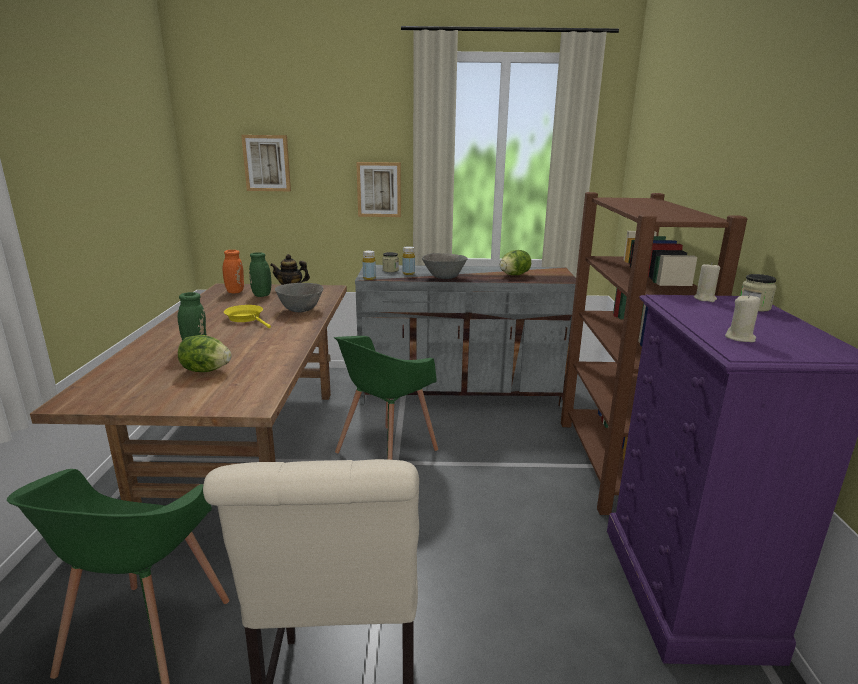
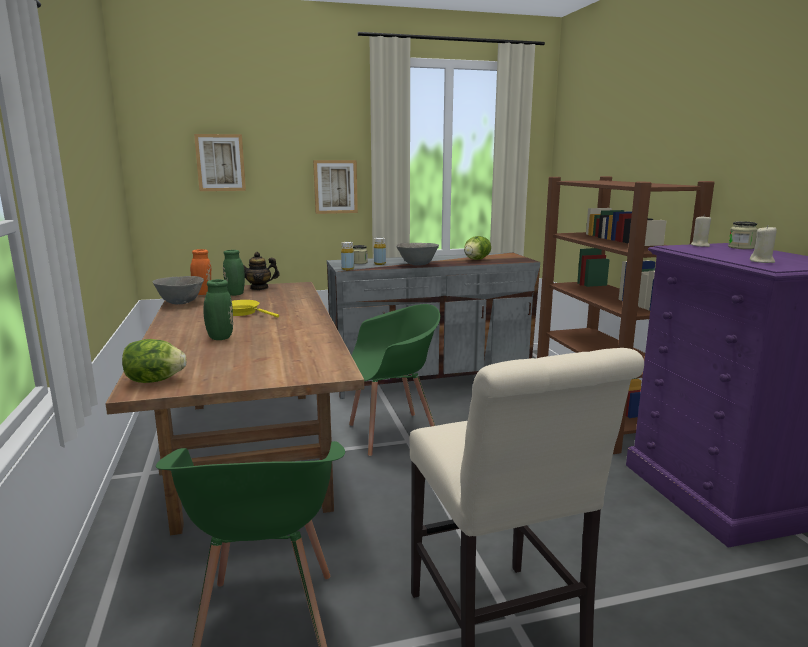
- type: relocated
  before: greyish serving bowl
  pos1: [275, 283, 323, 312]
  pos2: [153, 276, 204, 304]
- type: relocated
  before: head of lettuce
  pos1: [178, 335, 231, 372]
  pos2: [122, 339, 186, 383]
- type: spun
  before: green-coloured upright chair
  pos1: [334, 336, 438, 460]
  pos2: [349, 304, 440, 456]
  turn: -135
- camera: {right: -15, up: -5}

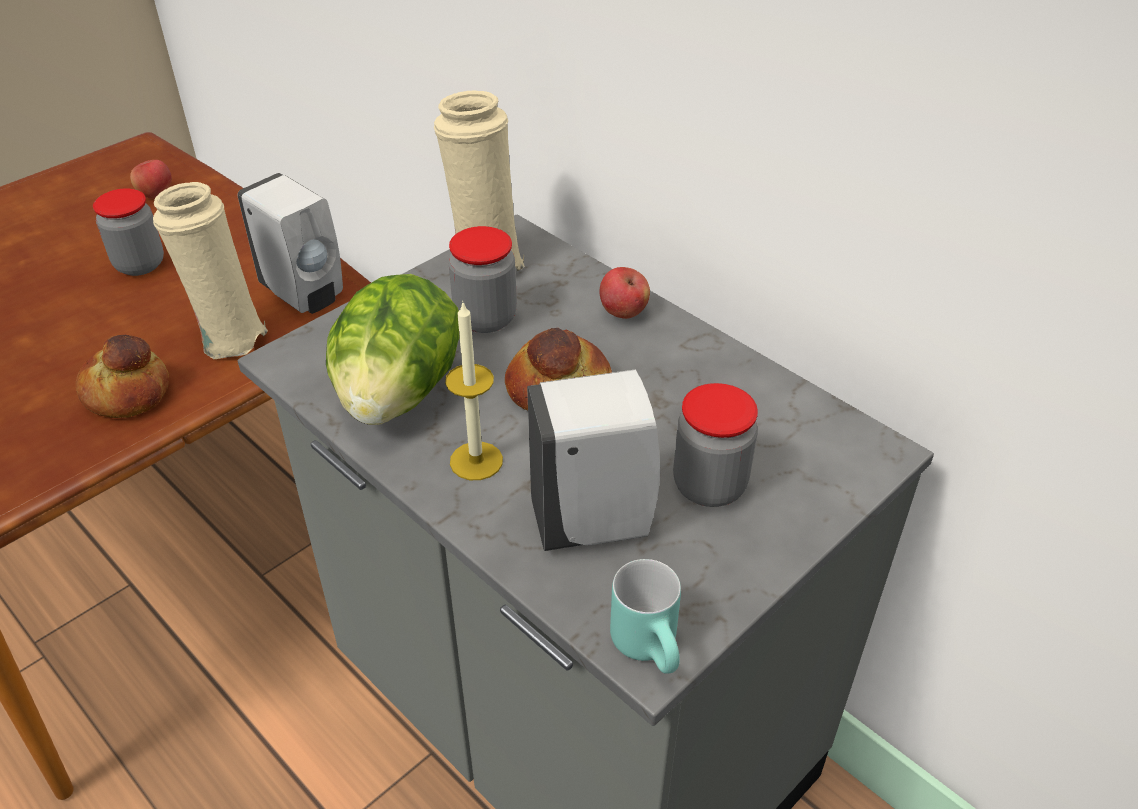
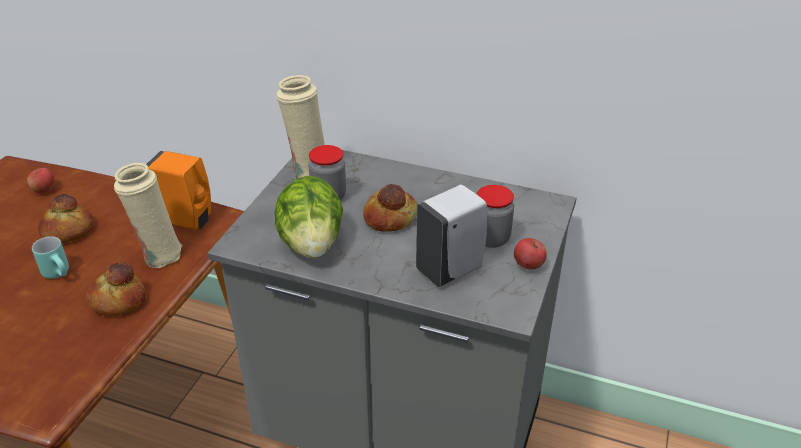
- type: colour
  before: whitish liquid soap bottle
  after: orange-coloured liquid soap bottle
  pos1: [238, 173, 343, 314]
  pos2: [146, 151, 211, 230]
- type: exchanged
  before: preserve jar
  after: bakery bread
  pos1: [93, 189, 164, 276]
  pos2: [38, 194, 94, 243]
- type: relocated
  before: whole apple
  pos1: [600, 267, 650, 319]
  pos2: [514, 238, 547, 270]
- type: missing
  before: candle
  pos1: [445, 301, 503, 480]
- type: relocated
  before: turquoise-coloured tea mug
  pos1: [610, 559, 681, 674]
  pos2: [32, 236, 69, 279]
- camera: {right: -25, up: -5}

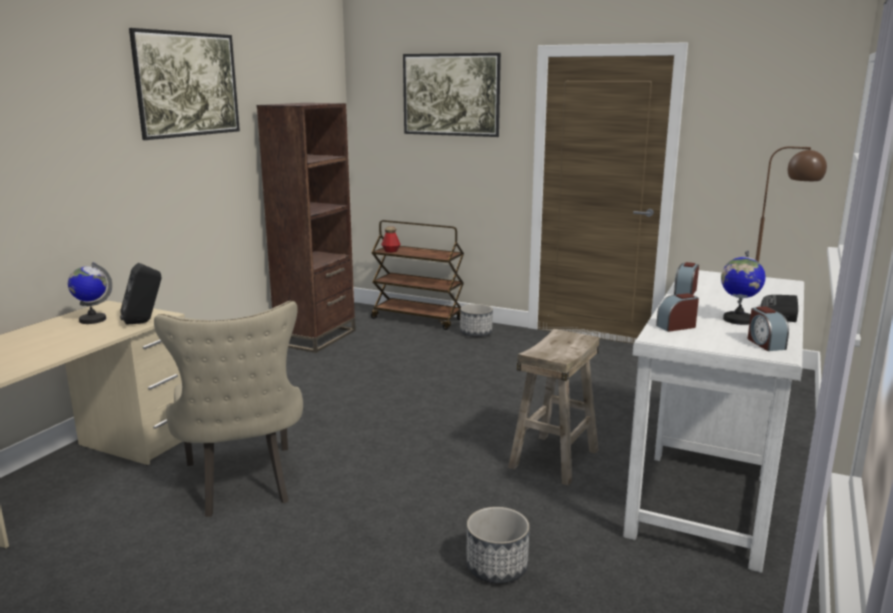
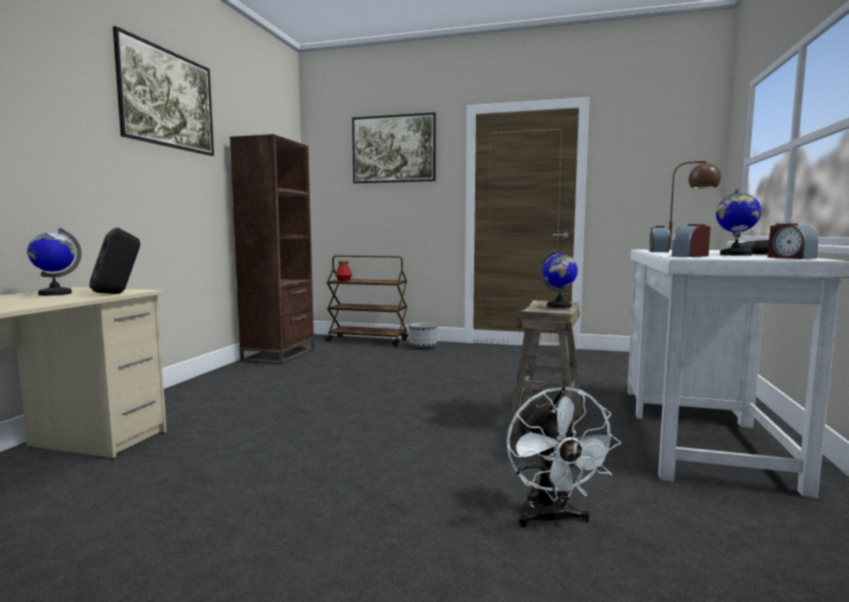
- type: missing
  before: beige-coloured upright chair
  pos1: [154, 301, 303, 517]
- type: exchanged
  before: plant pot
  after: whitish cooling fan
  pos1: [466, 507, 529, 583]
  pos2: [507, 386, 621, 527]
- type: appeared
  after: desk globe
  pos2: [540, 249, 578, 308]
- camera: {right: -10, up: -10}

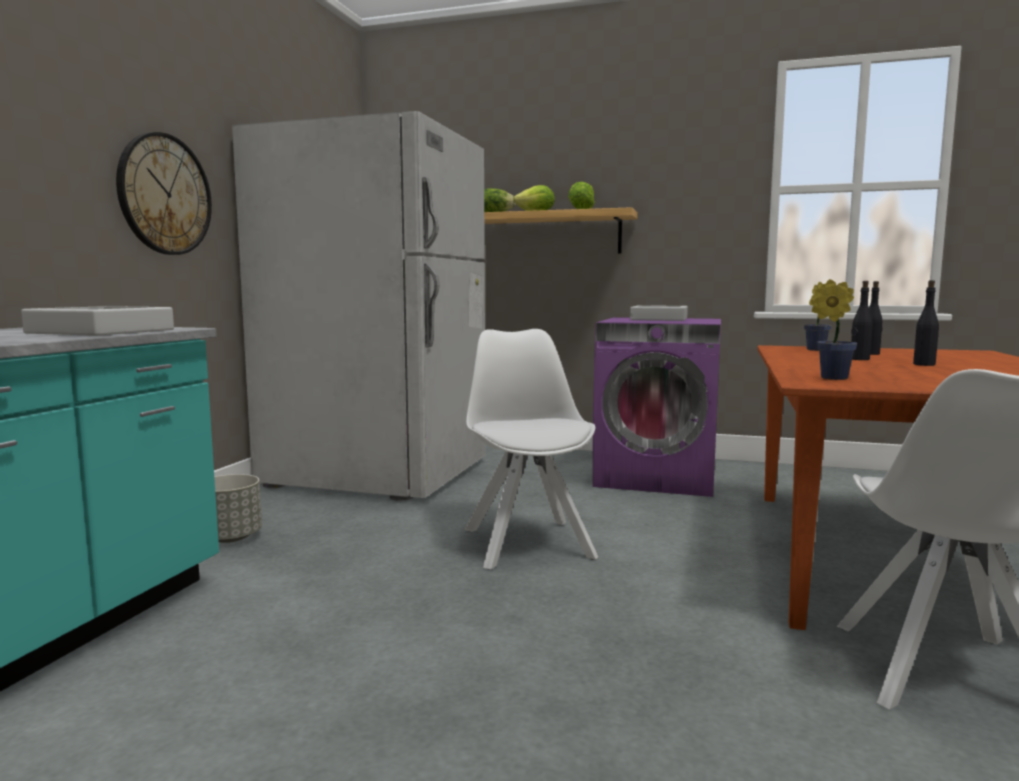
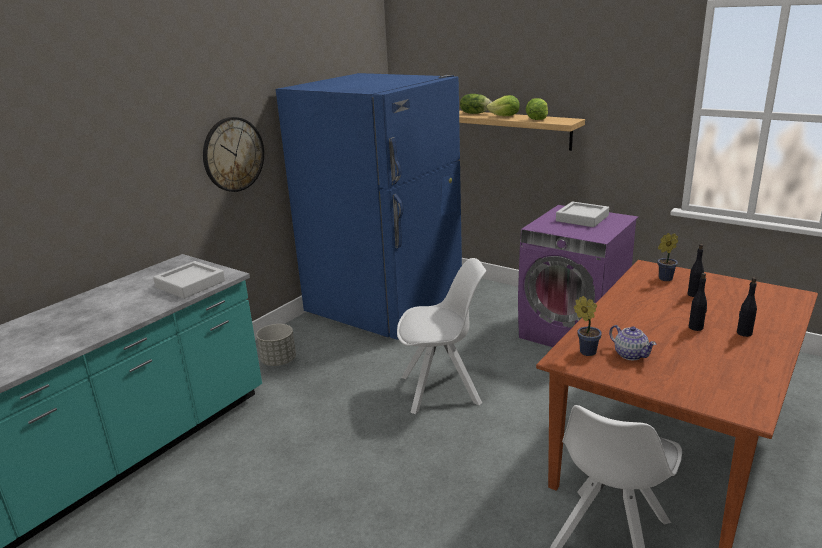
- type: colour
  before: whitish kitchen fridge
  after: blue-coloured kitchen fridge
  pos1: [232, 111, 486, 501]
  pos2: [276, 73, 462, 340]
- type: relocated
  before: blackish drink bottle
  pos1: [851, 281, 873, 360]
  pos2: [737, 277, 757, 337]
- type: spun
  before: whitish upright chair
  pos1: [465, 329, 598, 570]
  pos2: [397, 258, 486, 414]
  turn: 75
- type: appeared
  after: teapot
  pos2: [609, 325, 657, 360]
- camera: {right: 20, up: 15}

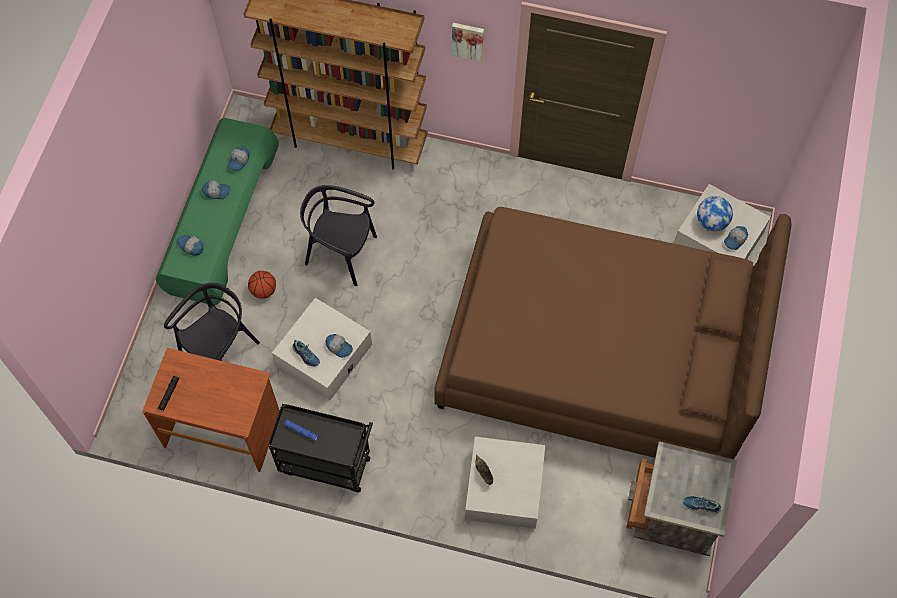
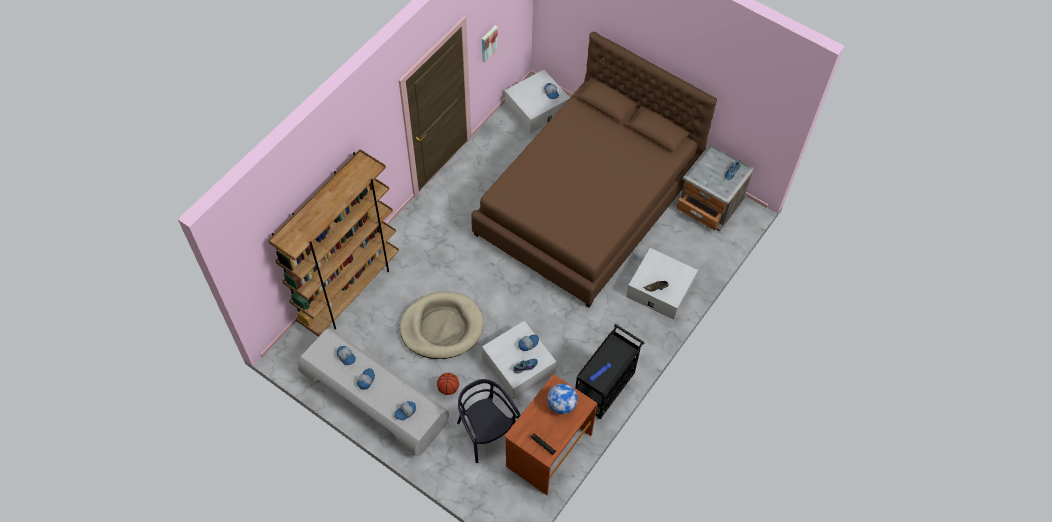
- type: relocated
  before: wall picture
  pos1: [452, 23, 484, 62]
  pos2: [482, 26, 498, 62]
- type: colour
  before: green-coloured indoor bench
  after: greyish indoor bench
  pos1: [156, 118, 279, 305]
  pos2: [298, 329, 449, 456]
- type: exchanged
  before: blackish upright chair
  after: beige-coloured pet bed
  pos1: [300, 185, 377, 286]
  pos2: [400, 292, 484, 359]
- type: relocated
  before: desk globe
  pos1: [697, 196, 733, 231]
  pos2: [547, 384, 578, 414]
- camera: {right: -70, up: -5}

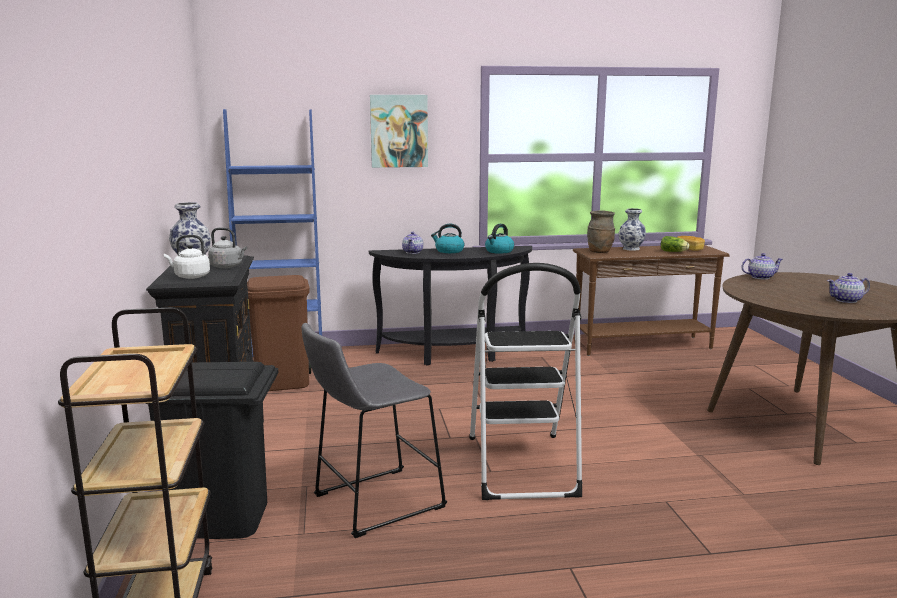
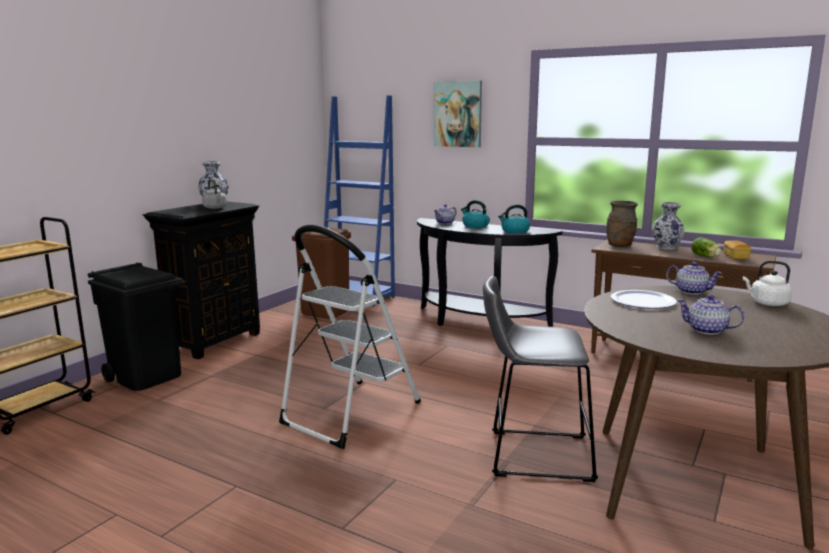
- type: relocated
  before: whitish kettle
  pos1: [164, 235, 210, 279]
  pos2: [743, 261, 792, 306]
- type: relocated
  before: greyish stool
  pos1: [301, 323, 447, 538]
  pos2: [483, 276, 598, 482]
- type: appeared
  after: plate
  pos2: [611, 290, 677, 309]
- camera: {right: 40, up: 0}

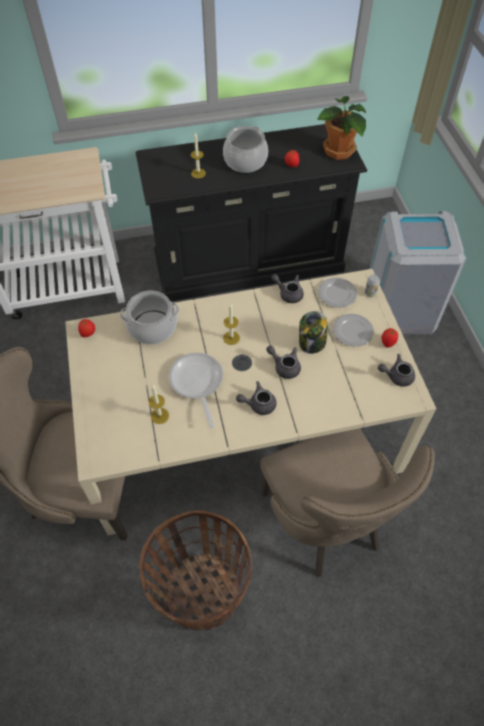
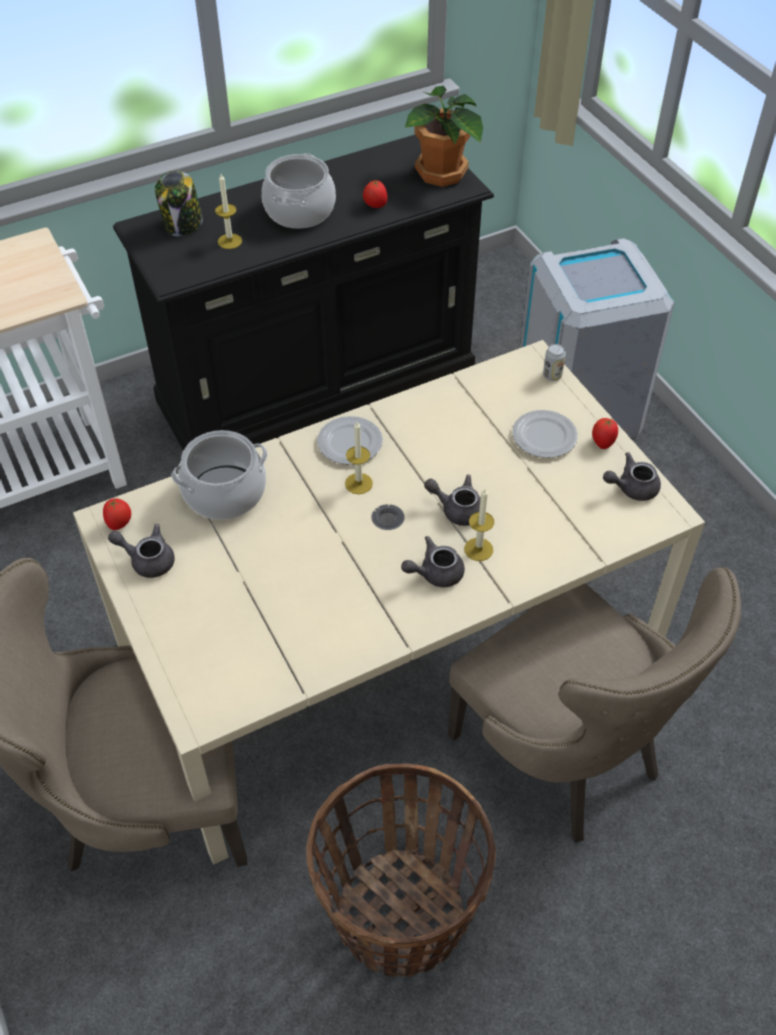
- type: relocated
  before: greyish teapot
  pos1: [271, 274, 304, 303]
  pos2: [108, 524, 175, 578]
- type: relocated
  before: plate
  pos1: [318, 278, 357, 308]
  pos2: [317, 416, 383, 465]
- type: relocated
  before: preserve jar
  pos1: [299, 311, 327, 354]
  pos2: [155, 170, 203, 236]
- type: missing
  before: pan
  pos1: [169, 353, 223, 428]
- type: relocated
  before: candle
  pos1: [149, 385, 169, 424]
  pos2: [464, 489, 494, 561]
- camera: {right: -15, up: -5}

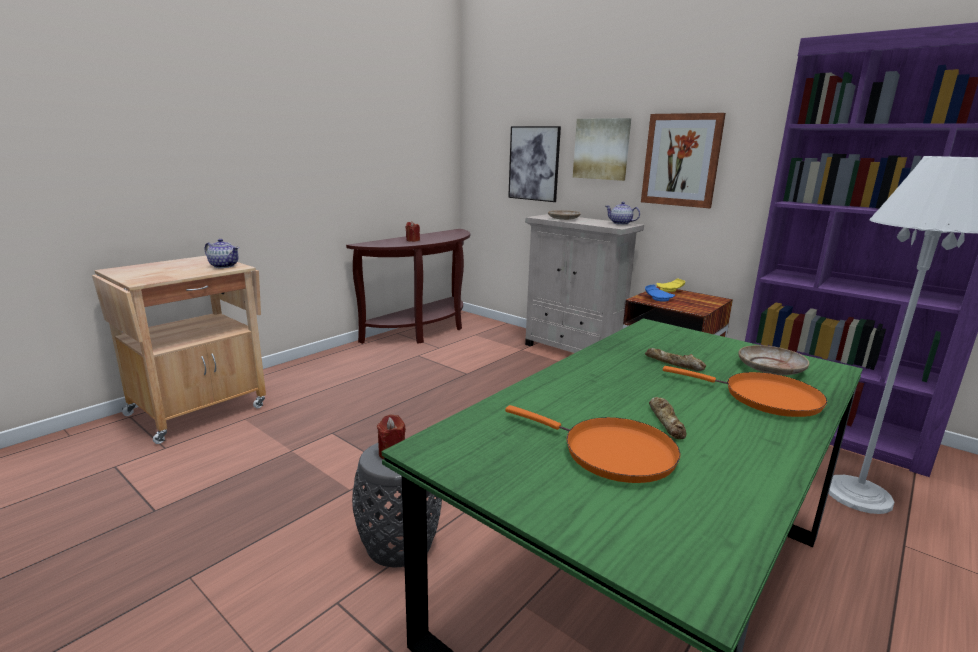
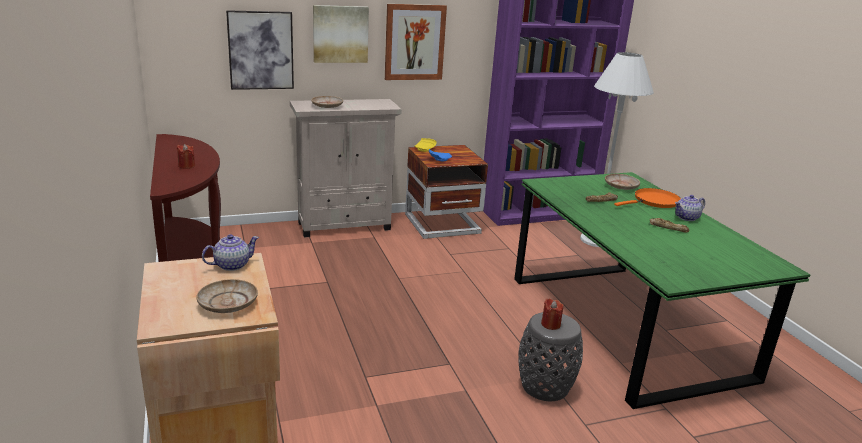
- type: relocated
  before: teapot
  pos1: [606, 202, 640, 225]
  pos2: [675, 195, 705, 221]
- type: missing
  before: orange-coloured pan
  pos1: [505, 405, 680, 483]
- type: appeared
  after: beige-coloured plate
  pos2: [196, 279, 258, 313]
- camera: {right: -60, up: 5}

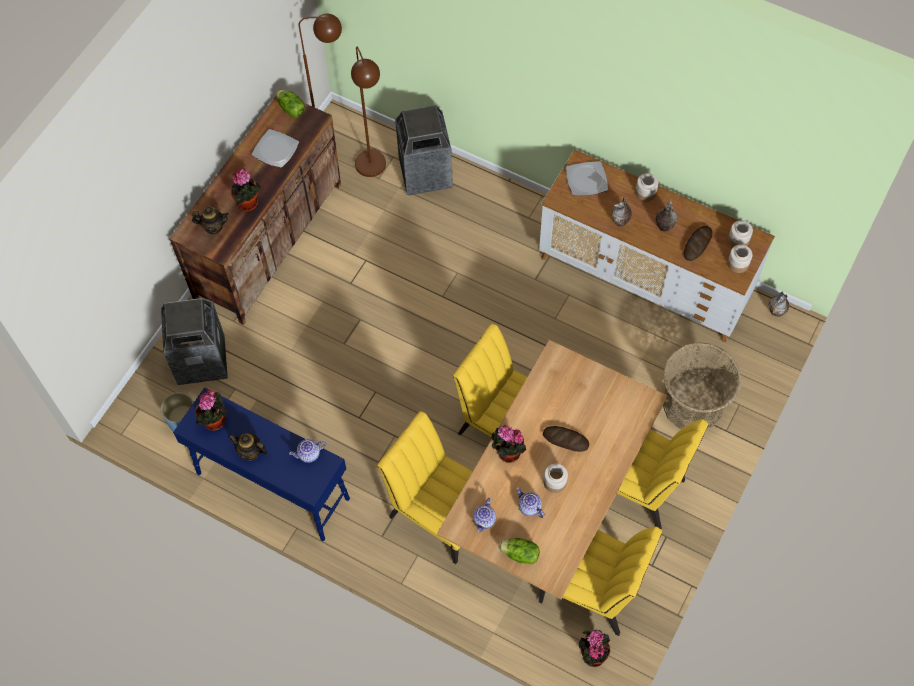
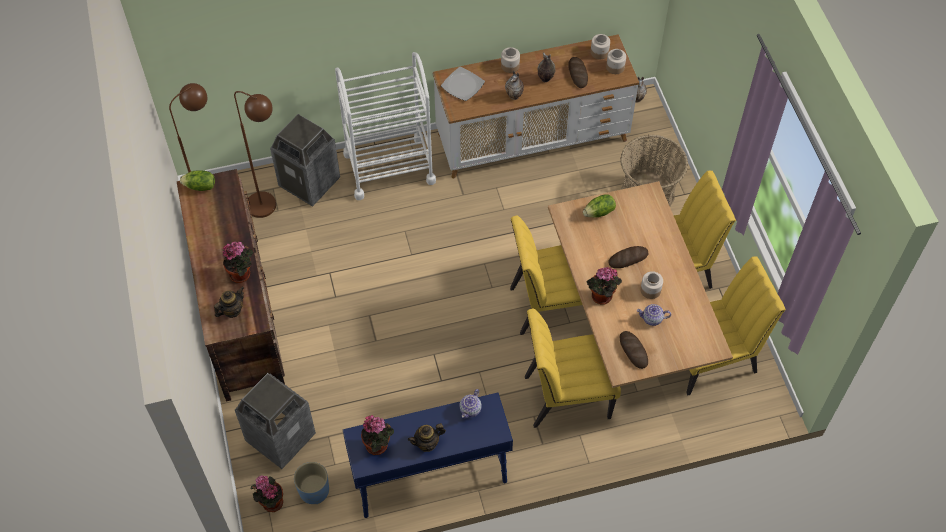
- type: missing
  before: plate
  pos1: [252, 129, 299, 168]
- type: exchanged
  before: teapot
  after: bakery bread
  pos1: [472, 498, 496, 532]
  pos2: [620, 331, 648, 369]
- type: relocated
  before: head of lettuce
  pos1: [499, 538, 540, 564]
  pos2: [583, 194, 616, 217]
- type: relocated
  before: houseplant
  pos1: [579, 630, 610, 667]
  pos2: [251, 475, 283, 512]
- type: appeared
  after: whitish cart
  pos2: [335, 52, 436, 200]
- camera: {right: -45, up: -5}

